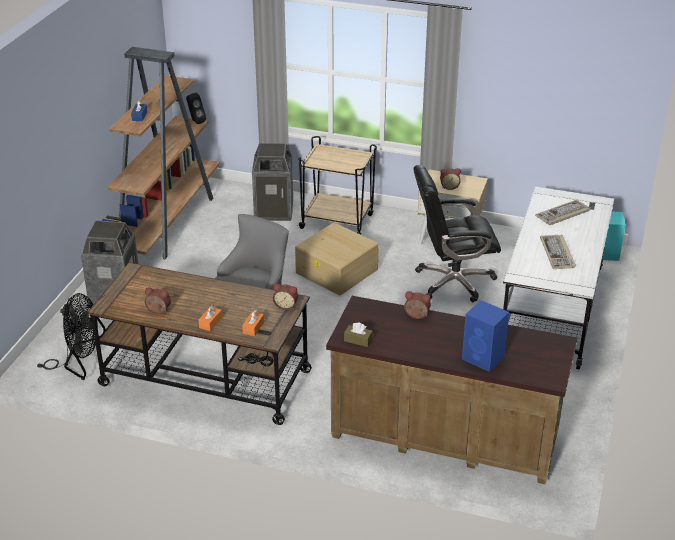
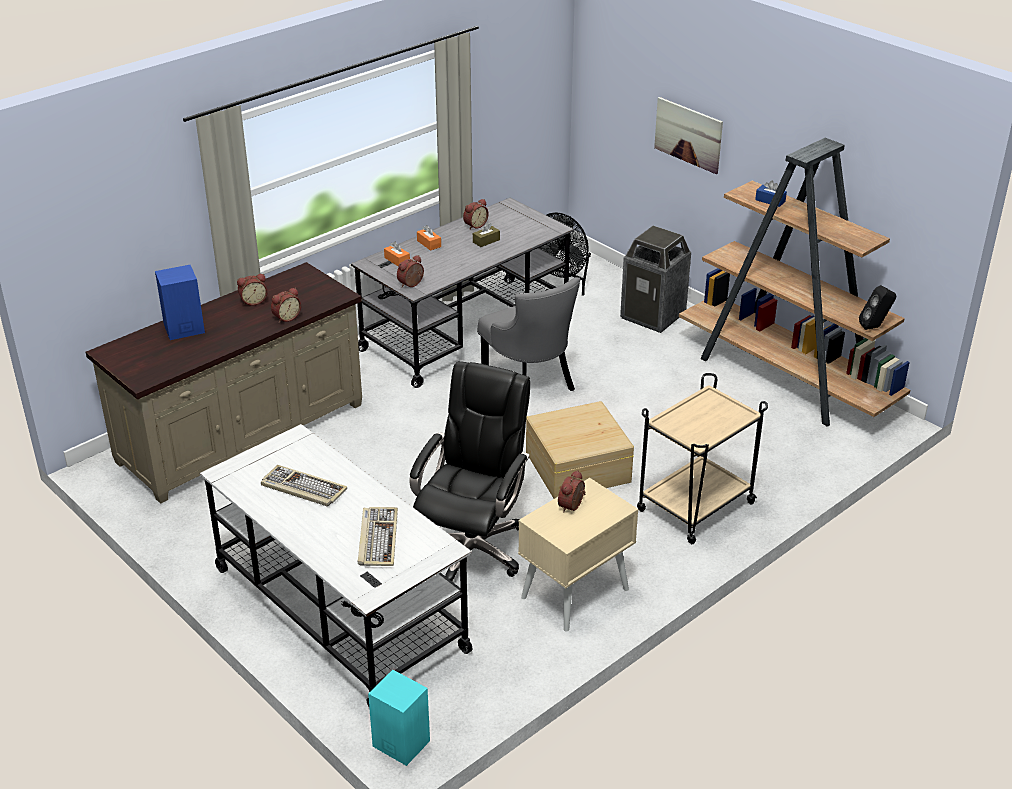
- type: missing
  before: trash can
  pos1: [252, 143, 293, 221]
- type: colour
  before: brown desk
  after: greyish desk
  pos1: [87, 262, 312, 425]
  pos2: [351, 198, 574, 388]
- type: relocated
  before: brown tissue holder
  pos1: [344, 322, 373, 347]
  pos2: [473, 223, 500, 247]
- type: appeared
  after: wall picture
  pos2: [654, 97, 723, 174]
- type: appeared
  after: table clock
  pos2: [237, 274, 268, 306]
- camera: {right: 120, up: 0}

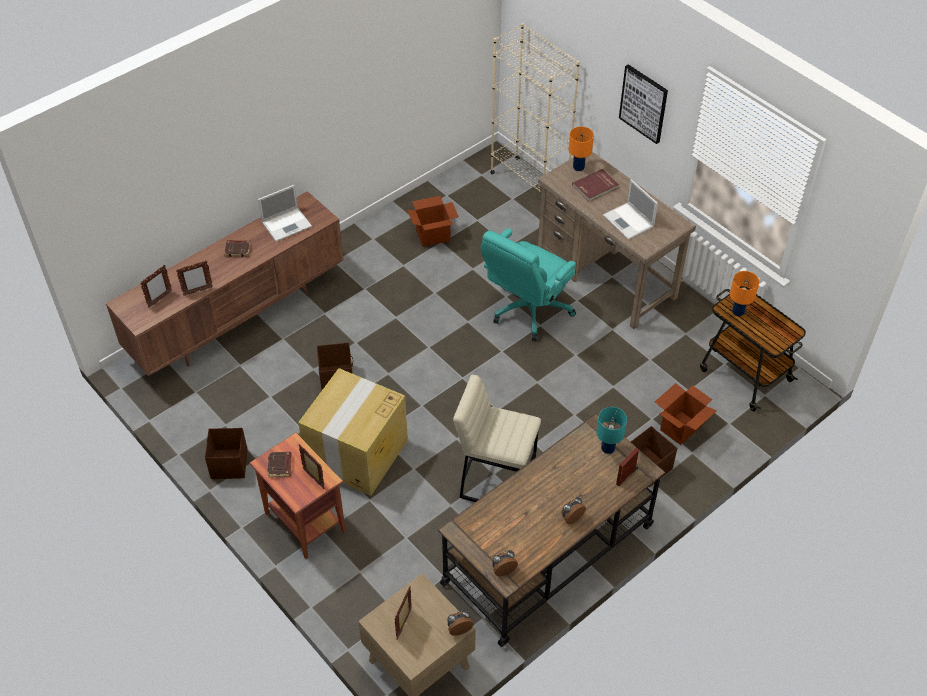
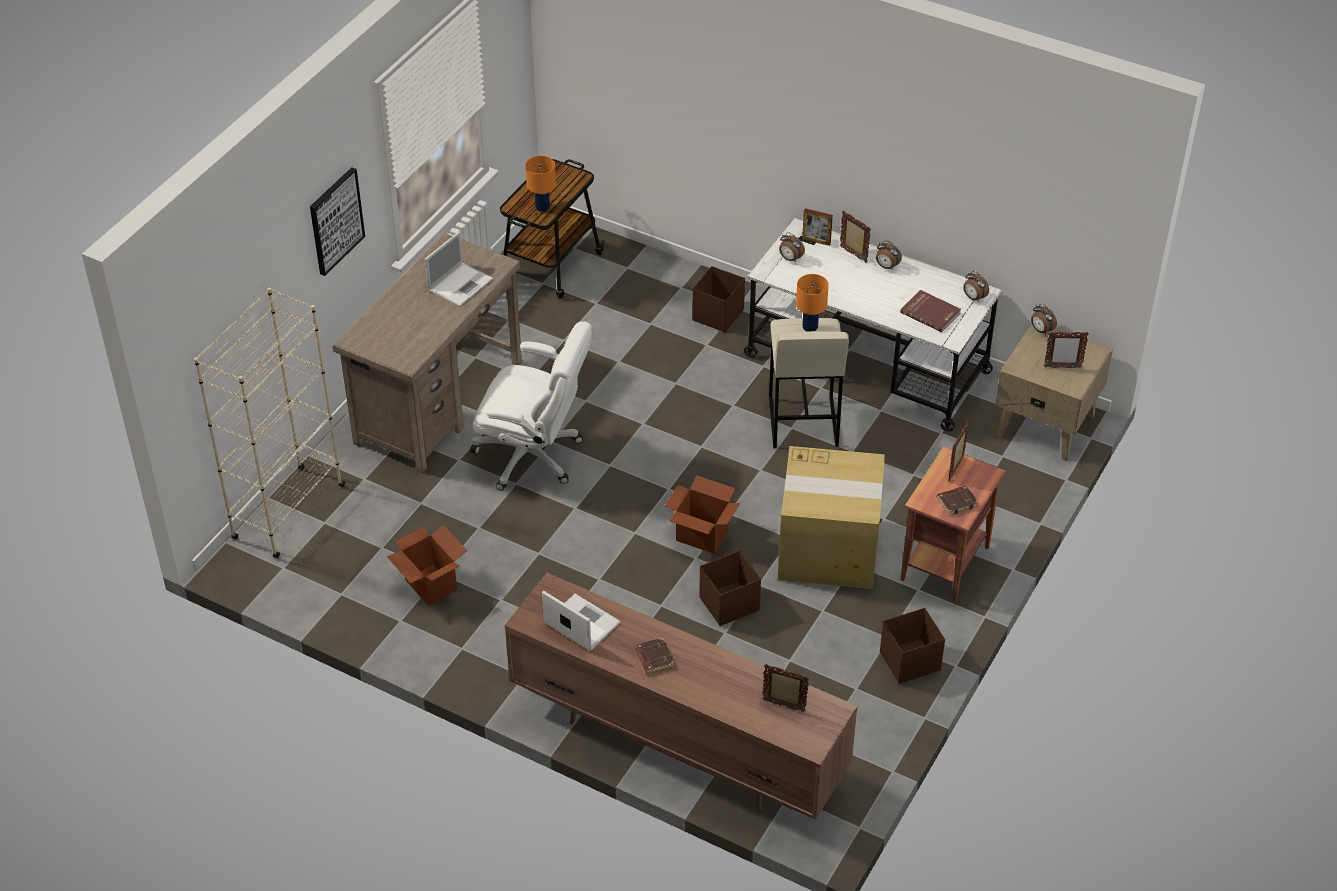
- type: relocated
  before: orange-coloured table lamp
  pos1: [569, 127, 594, 171]
  pos2: [796, 274, 829, 332]
- type: relocated
  before: reddish bound book
  pos1: [572, 169, 619, 201]
  pos2: [900, 290, 961, 332]
- type: colour
  before: turquoise-coloured office chair
  after: whitish office chair
  pos1: [480, 228, 576, 341]
  pos2: [470, 321, 592, 491]
- type: relocated
  before: standing frame
  pos1: [176, 260, 213, 296]
  pos2: [840, 211, 871, 263]
- type: relocated
  before: cardboard box
  pos1: [655, 383, 717, 445]
  pos2: [665, 476, 740, 554]
- type: exchanged
  before: turquoise-coloured table lamp
  after: table clock
  pos1: [597, 407, 627, 454]
  pos2: [779, 232, 805, 262]
- type: colour
  before: brown desk
  after: whitish desk
  pos1: [438, 413, 665, 647]
  pos2: [744, 218, 1003, 432]
- camera: {right: -110, up: -5}

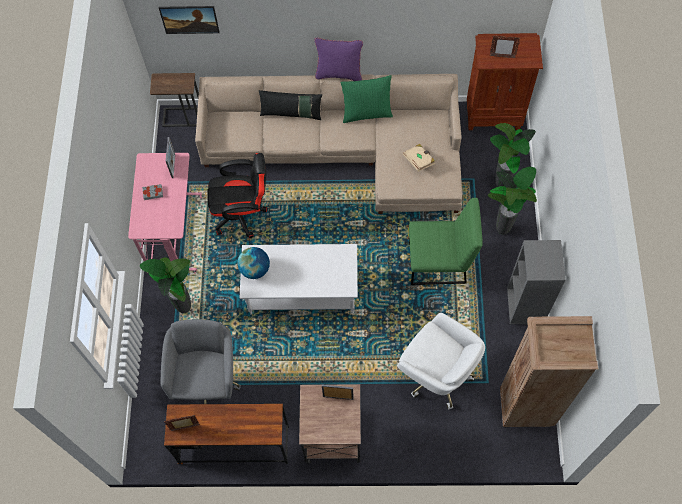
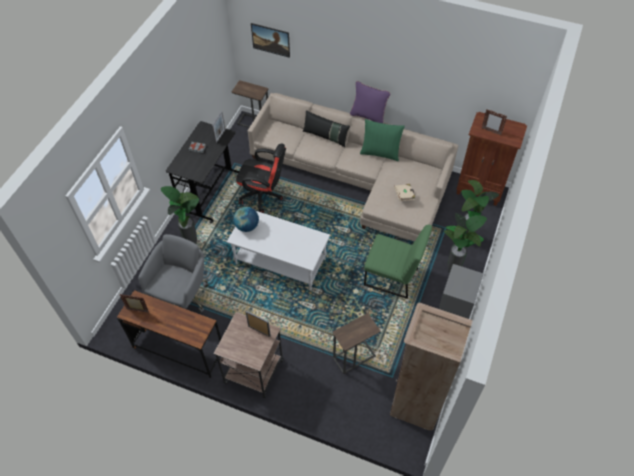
- type: colour
  before: pinkish desk
  after: blackish desk
  pos1: [128, 153, 202, 274]
  pos2: [166, 121, 239, 223]
- type: exchanged
  before: whitish office chair
  after: brown accent table
  pos1: [397, 313, 485, 409]
  pos2: [332, 313, 380, 374]
- camera: {right: 20, up: -10}

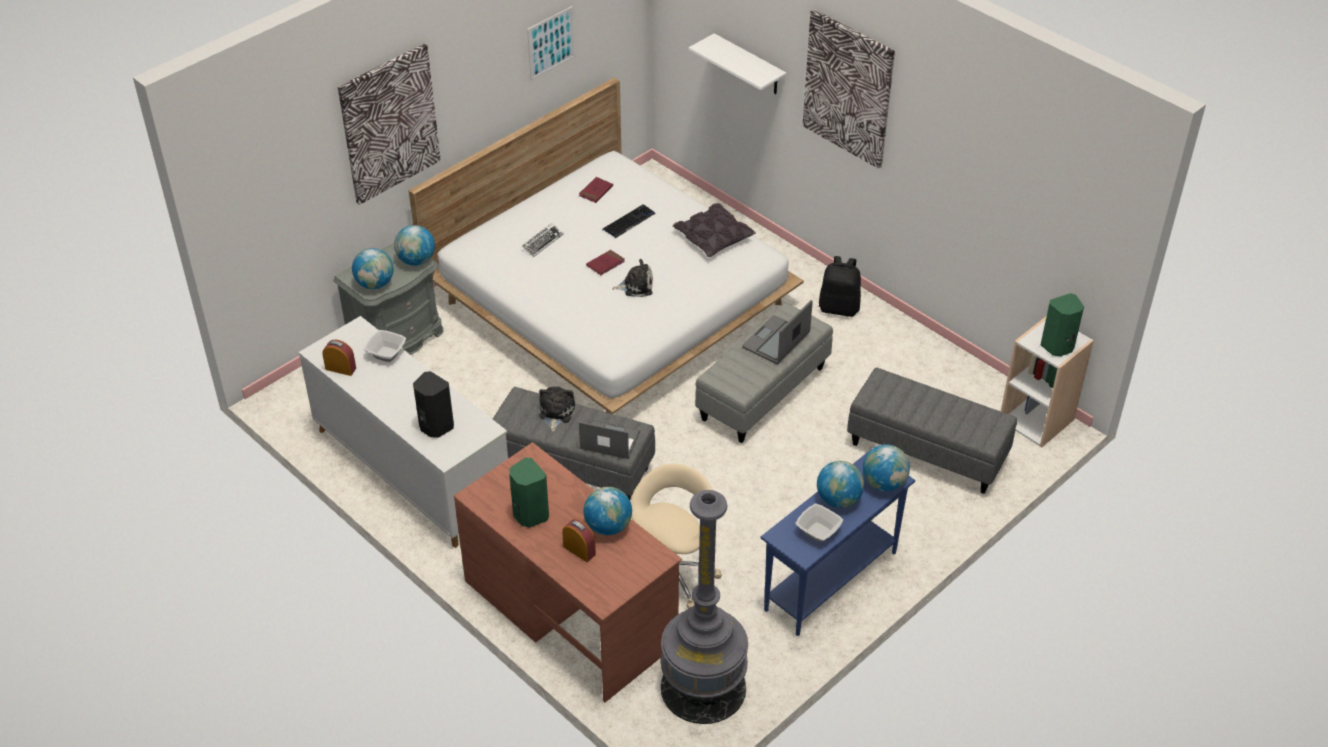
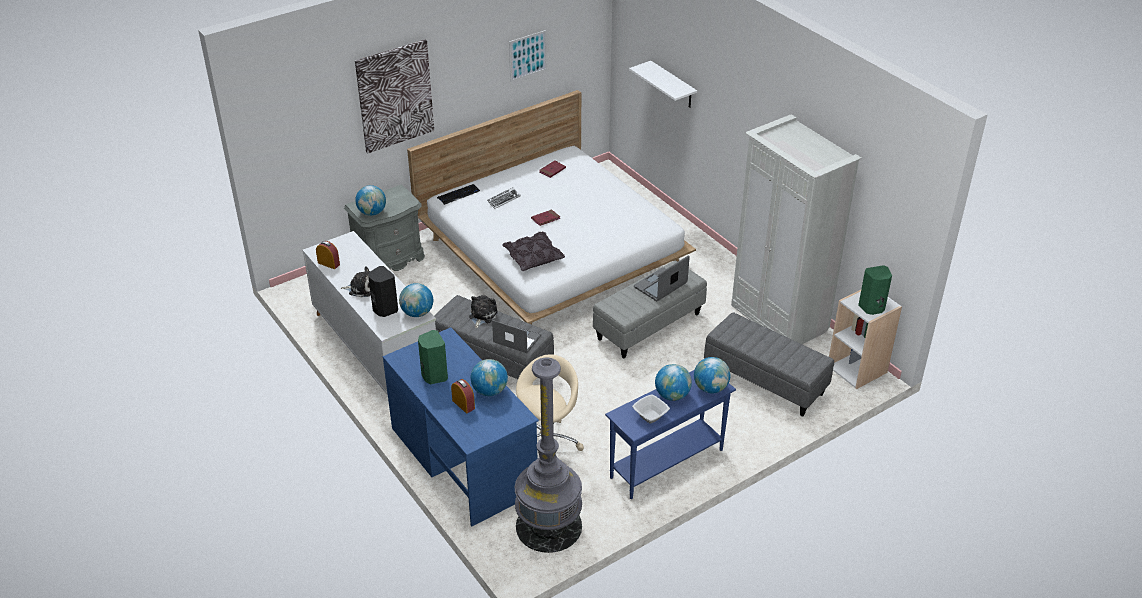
- type: missing
  before: wall picture
  pos1: [802, 9, 895, 169]
- type: relocated
  before: blackish cushion
  pos1: [673, 203, 756, 257]
  pos2: [502, 231, 565, 271]
- type: relocated
  before: computer keyboard
  pos1: [602, 204, 655, 238]
  pos2: [437, 184, 480, 205]
- type: relocated
  before: desk globe
  pos1: [394, 225, 435, 266]
  pos2: [399, 283, 433, 317]
- type: missing
  before: blackish knapsack
  pos1: [819, 256, 861, 317]
- type: relocated
  before: plush toy
  pos1: [612, 259, 653, 297]
  pos2: [340, 266, 371, 297]
- type: missing
  before: serving bowl
  pos1: [364, 330, 406, 362]
- type: colour
  before: brown desk
  after: blue-coloured desk
  pos1: [454, 442, 682, 702]
  pos2: [383, 327, 539, 527]
- type: appeared
  after: whitish wardrobe
  pos2: [731, 114, 862, 344]
- camera: {right: 10, up: -5}

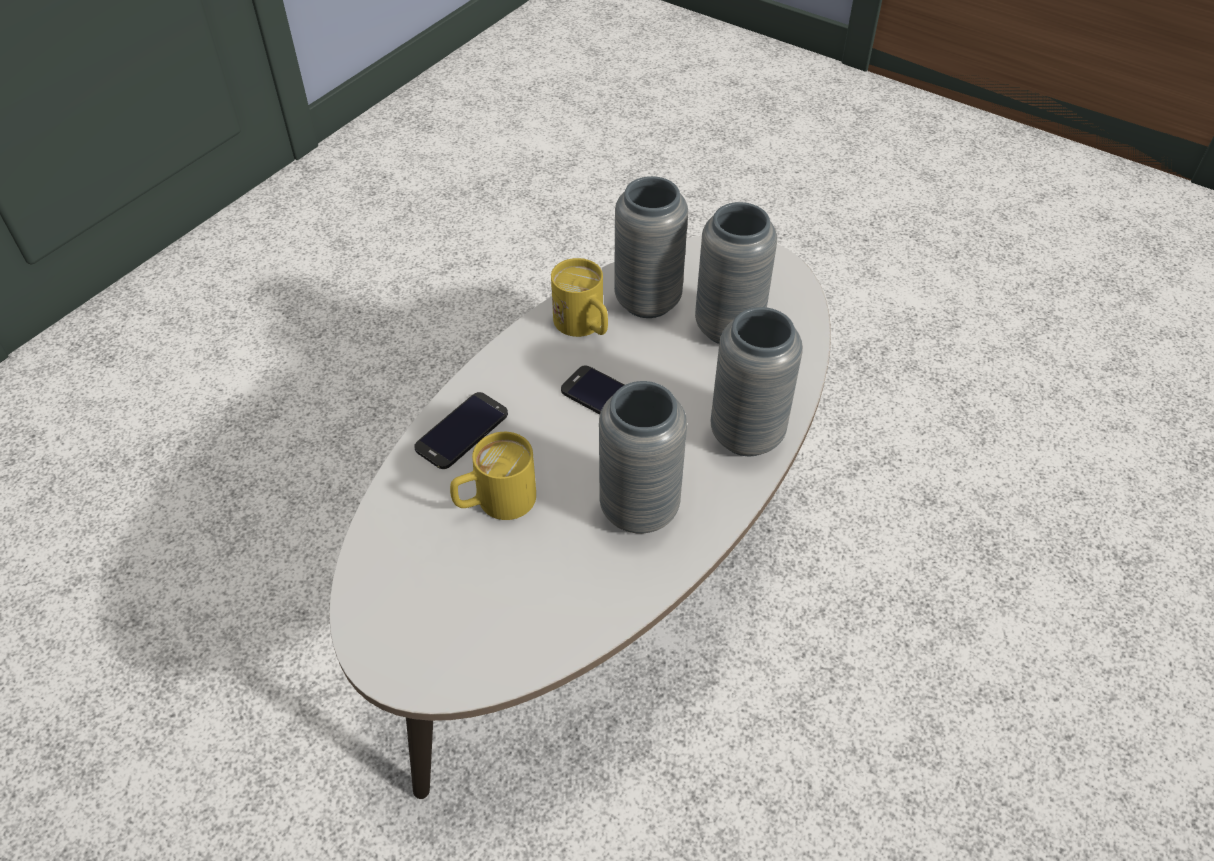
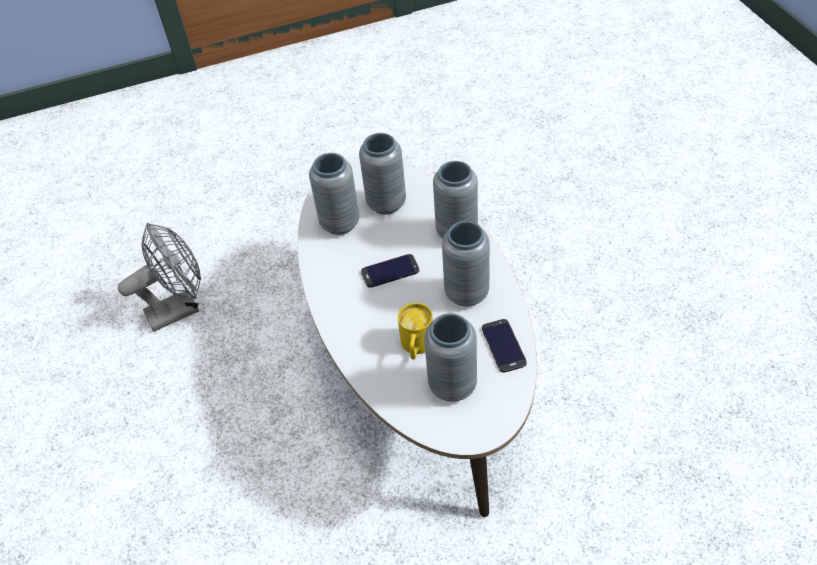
- type: missing
  before: yellow tea mug
  pos1: [551, 258, 608, 337]
- type: relocated
  before: handset
  pos1: [414, 392, 508, 469]
  pos2: [482, 319, 527, 372]
- type: appeared
  after: greyish cooling fan
  pos2: [118, 223, 201, 332]
- type: appeared
  after: greyish flower vase
  pos2: [424, 313, 477, 402]
- camera: {right: -50, up: 0}

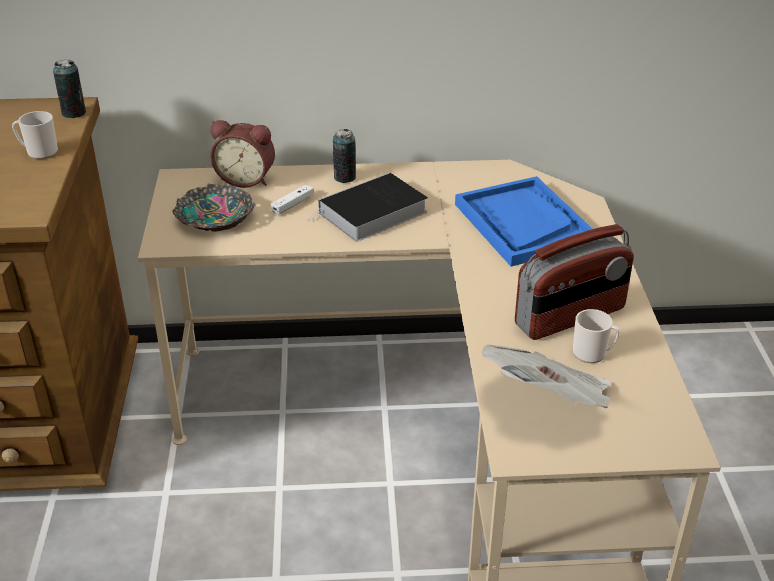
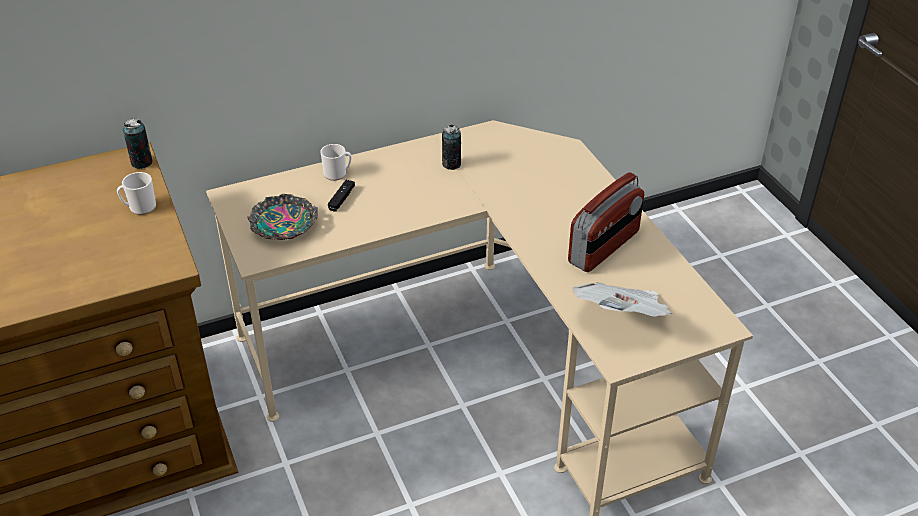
- type: missing
  before: table clock
  pos1: [210, 120, 275, 188]
- type: relocated
  before: can
  pos1: [333, 129, 356, 183]
  pos2: [442, 125, 461, 170]
- type: missing
  before: bound book
  pos1: [307, 173, 428, 242]
- type: missing
  before: blue-coloured tray
  pos1: [455, 176, 593, 267]
- type: colour
  before: whitish joypad
  after: blackish joypad
  pos1: [271, 185, 314, 215]
  pos2: [328, 180, 355, 212]
- type: relocated
  before: tea mug
  pos1: [573, 309, 620, 363]
  pos2: [321, 144, 352, 181]
- camera: {right: -20, up: 5}

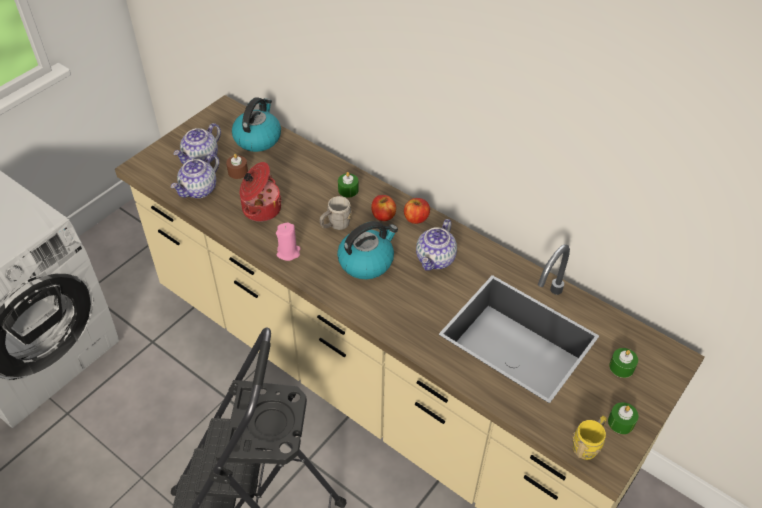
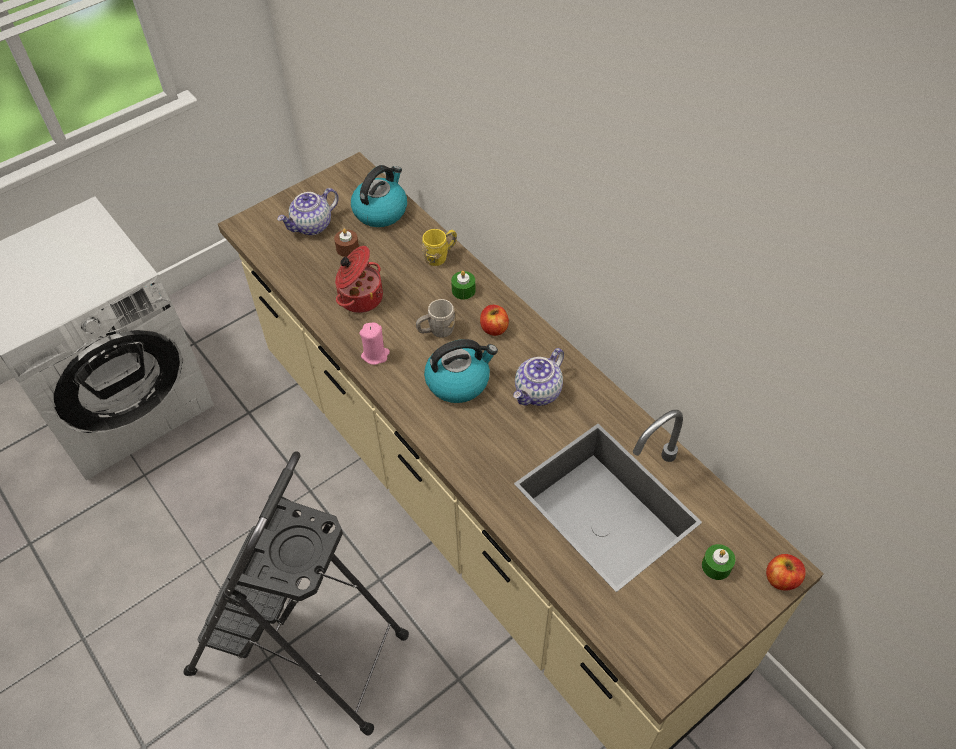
- type: missing
  before: teapot
  pos1: [171, 153, 219, 198]
- type: relocated
  before: whole apple
  pos1: [404, 198, 430, 224]
  pos2: [766, 554, 806, 590]
- type: missing
  before: green-coloured candle
  pos1: [608, 402, 638, 434]
- type: relocated
  before: yellow tea mug
  pos1: [573, 416, 607, 460]
  pos2: [422, 229, 457, 266]
- camera: {right: 15, up: 5}

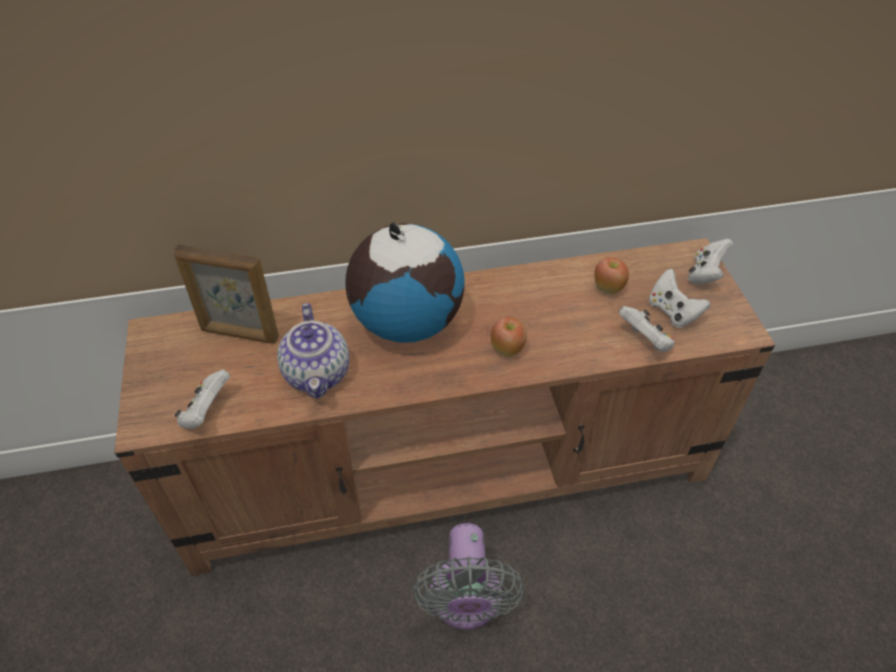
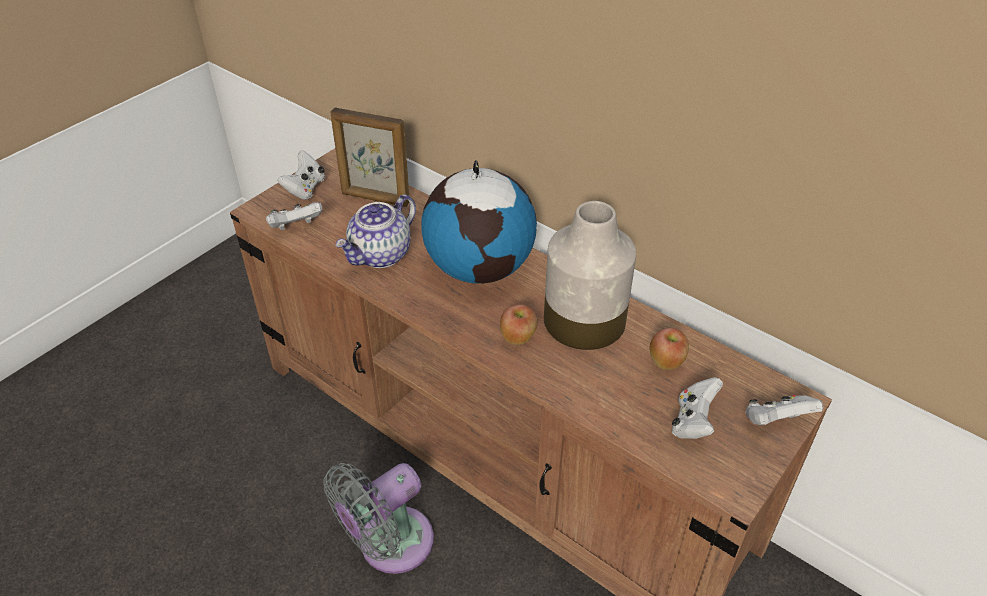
- type: spun
  before: standing frame
  pos1: [173, 244, 279, 344]
  pos2: [330, 107, 409, 207]
  turn: -45
- type: relocated
  before: whitish joypad
  pos1: [619, 306, 675, 352]
  pos2: [278, 150, 325, 200]
- type: appeared
  after: beige-coloured flower vase
  pos2: [544, 201, 636, 350]
- camera: {right: 50, up: -5}

